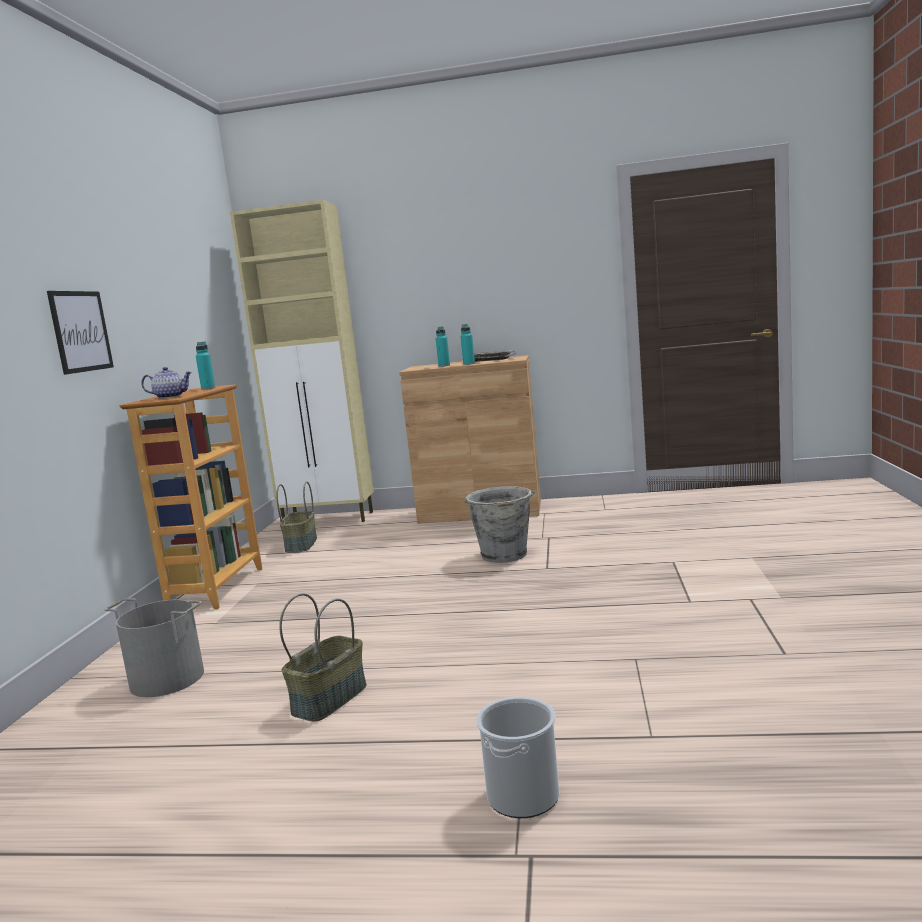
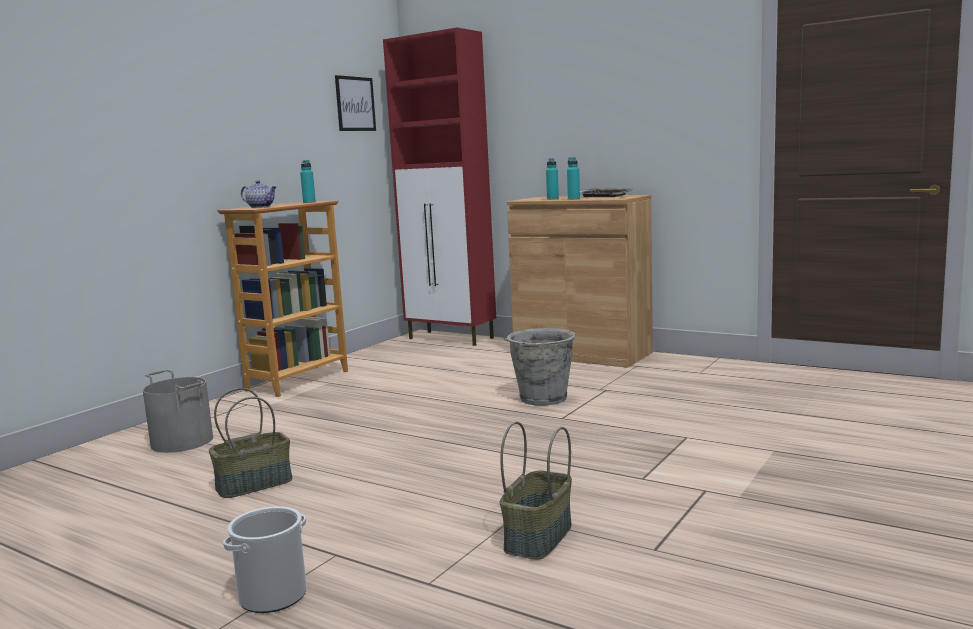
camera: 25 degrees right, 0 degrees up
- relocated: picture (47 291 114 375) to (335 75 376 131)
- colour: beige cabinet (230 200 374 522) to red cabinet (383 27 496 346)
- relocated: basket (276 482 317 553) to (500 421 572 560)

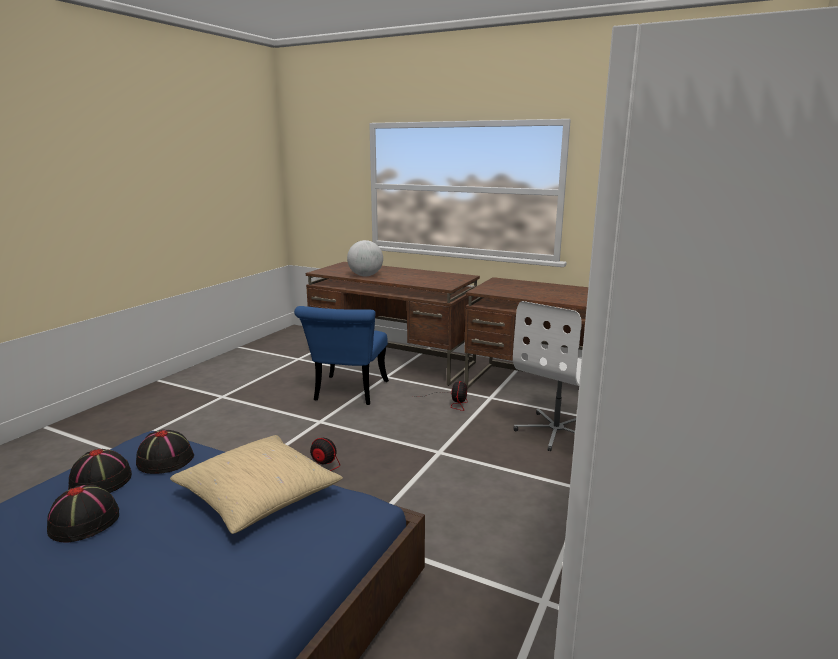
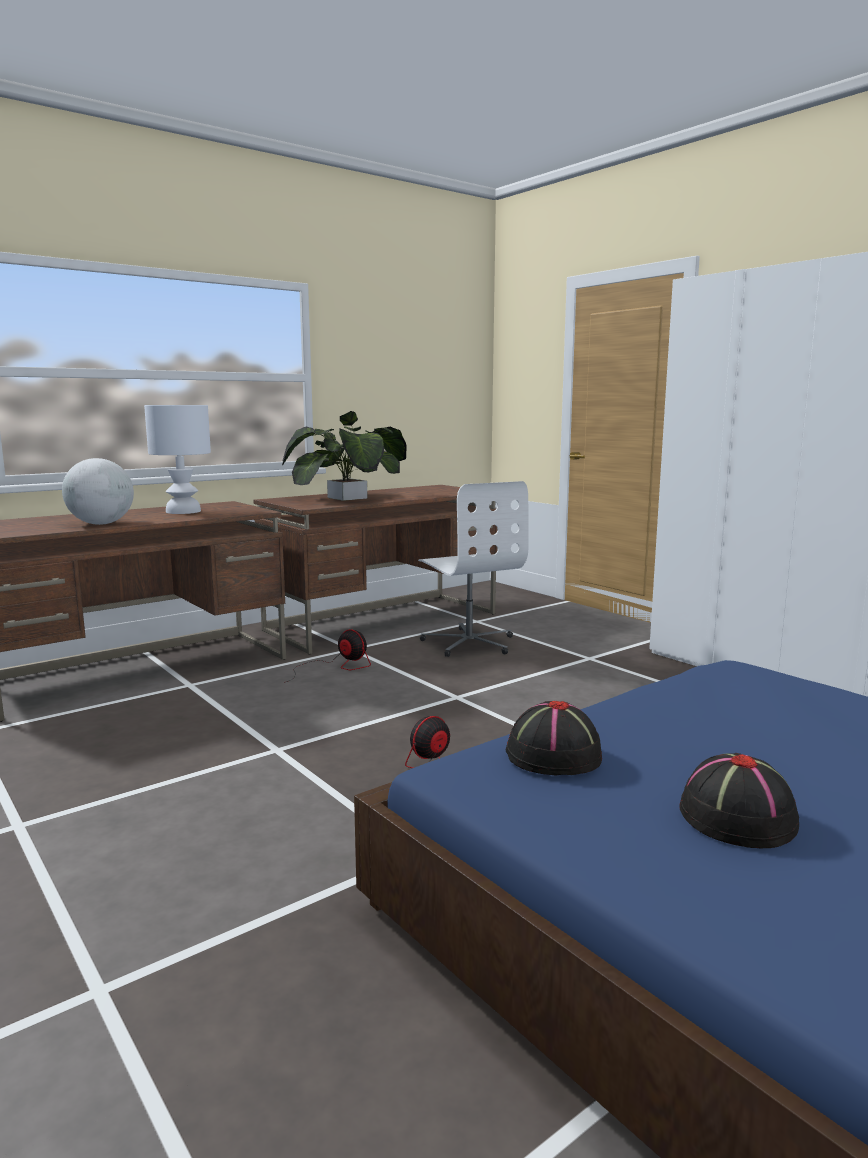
camera: 65 degrees left, 5 degrees down
- missing: black hat (68 449 132 493)
- missing: beige pillow (170 435 343 534)
- missing: blue chair (294 306 389 405)
- appeared: white table lamp (144 405 211 514)
- appeared: potted plant (282 411 407 501)

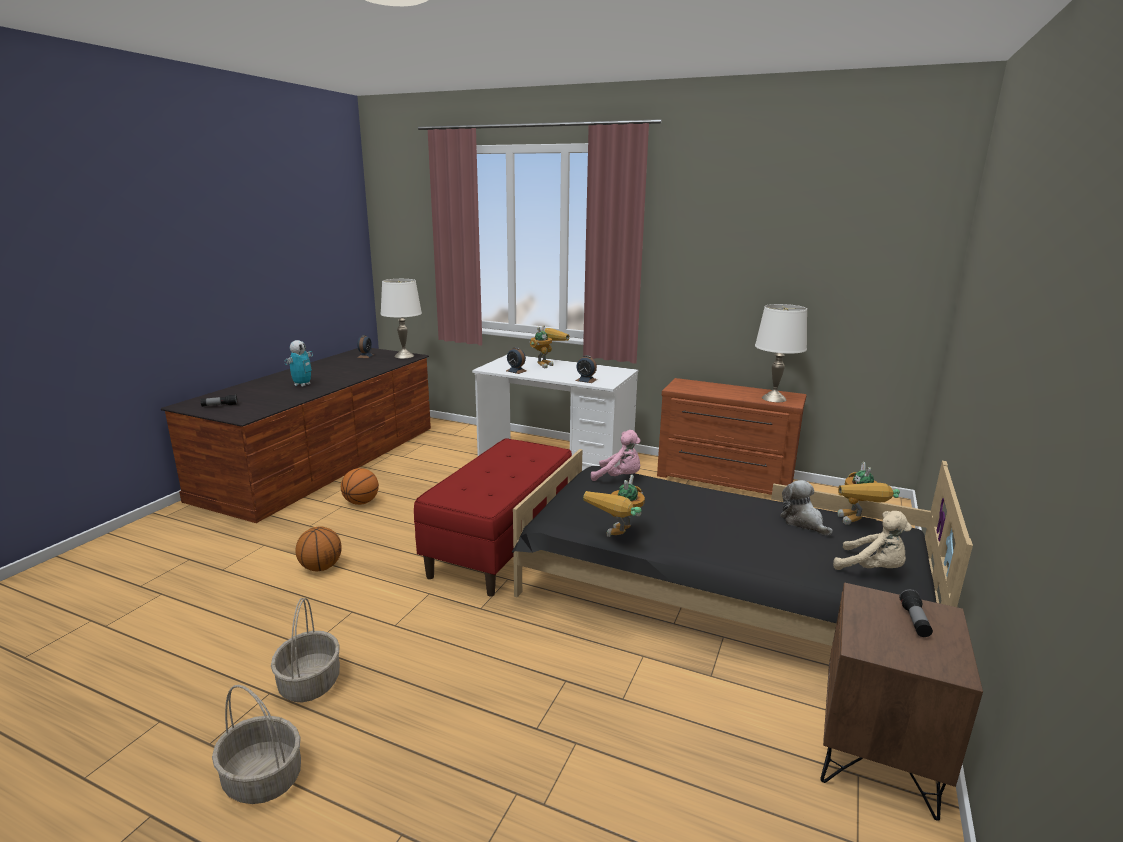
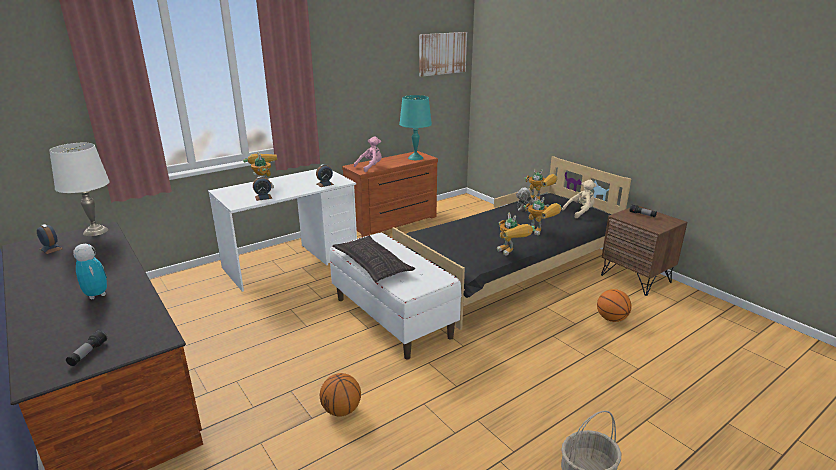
camera: 60 degrees left, 5 degrees up
- missing: basket (271 598 340 702)
- relocated: basketball (341 468 379 505) to (597 289 632 322)
- colour: red bench (414 438 572 597) to white bench (330 232 461 359)
- relocated: pink plush toy (591 430 641 481) to (354 136 382 172)
- colour: white table lamp (755 304 807 402) to turquoise table lamp (399 95 432 160)
- appeared: pillow (333 236 415 283)
- appeared: picture (419 32 467 77)
- appeared: toy robot (524 195 562 235)

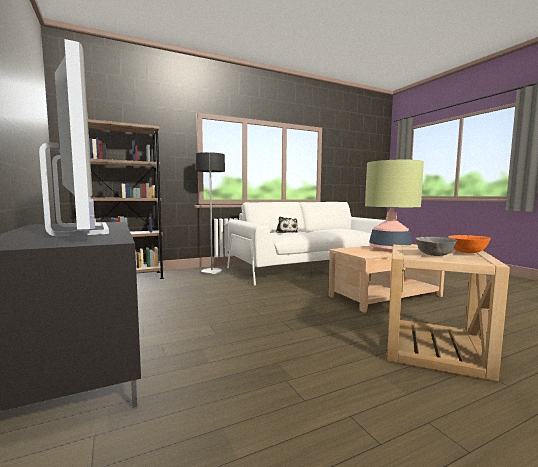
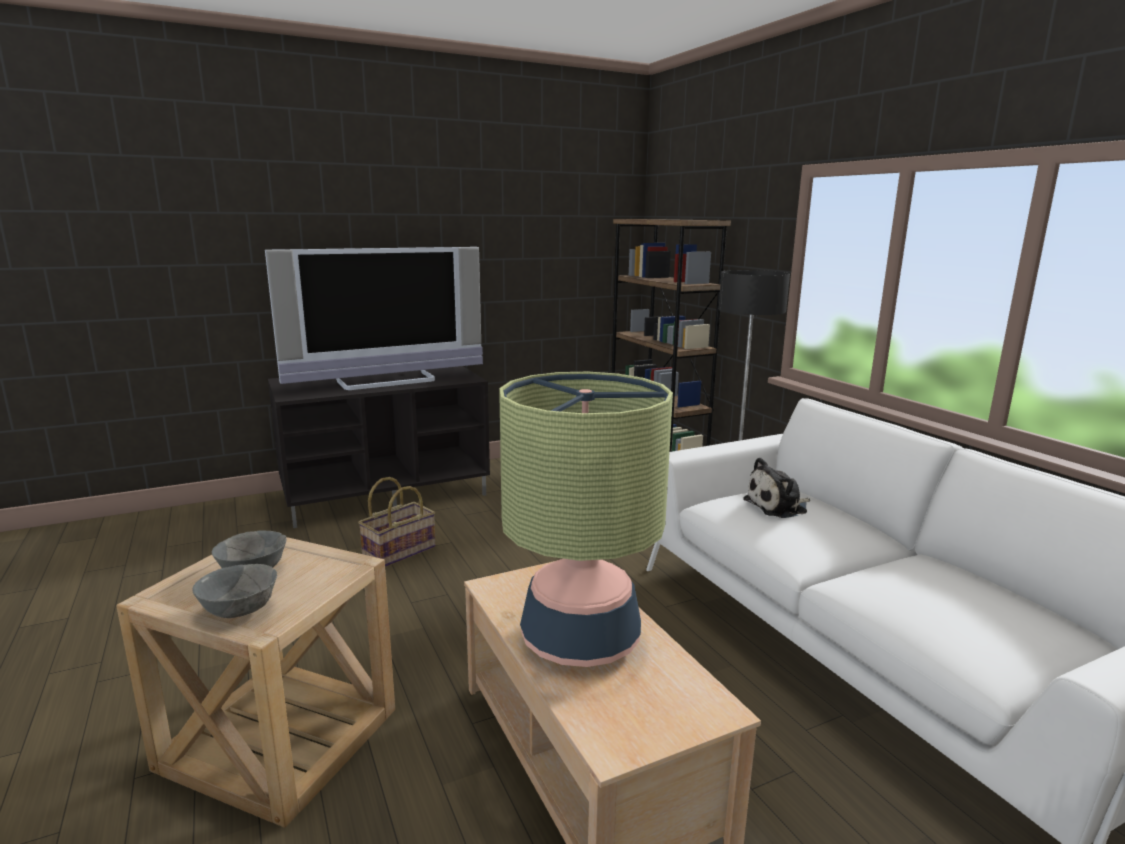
camera: 90 degrees right, 10 degrees up
- colour: orange bowl (448 235 491 253) to grey bowl (192 564 277 618)
- appeared: basket (358 477 436 567)

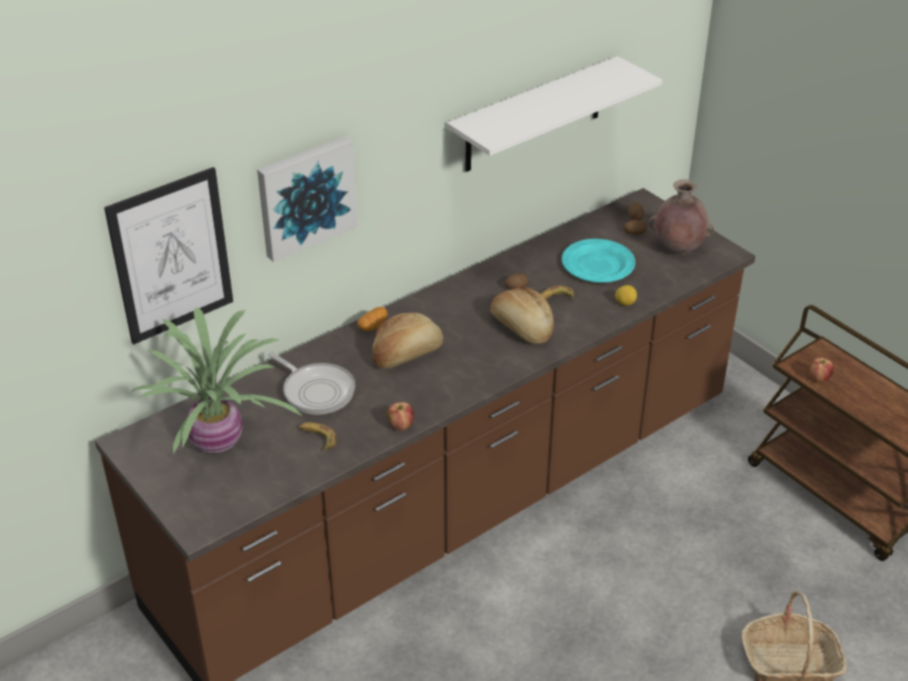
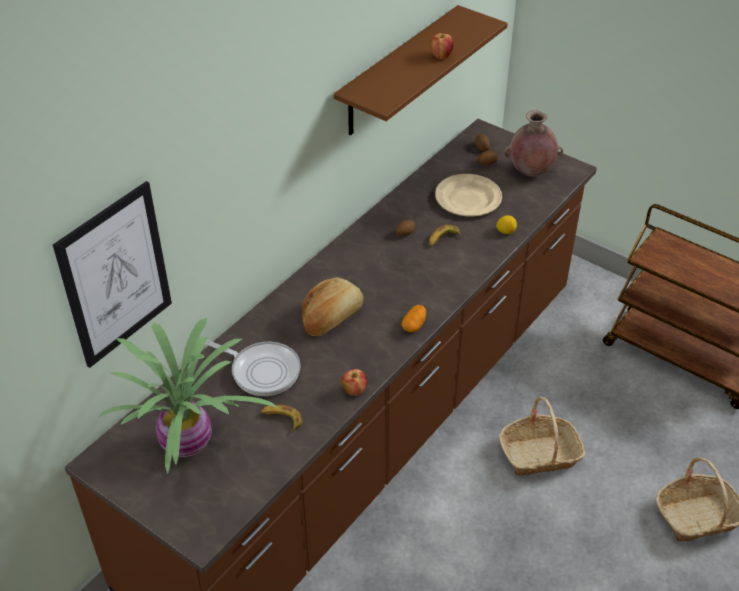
camera: 15 degrees left, 5 degrees up
- missing: picture (257 136 357 262)
- relocated: potato (357 307 388 331) to (402 305 426 332)
- colour: white shelf (447 56 662 172) to brown shelf (334 5 508 135)
- missing: bread (490 287 554 344)
- colour: turquoise plate (562 239 635 283) to beige plate (435 174 502 216)
- relocated: apple (809 357 834 383) to (430 33 454 59)
- appeared: basket (499 397 586 476)

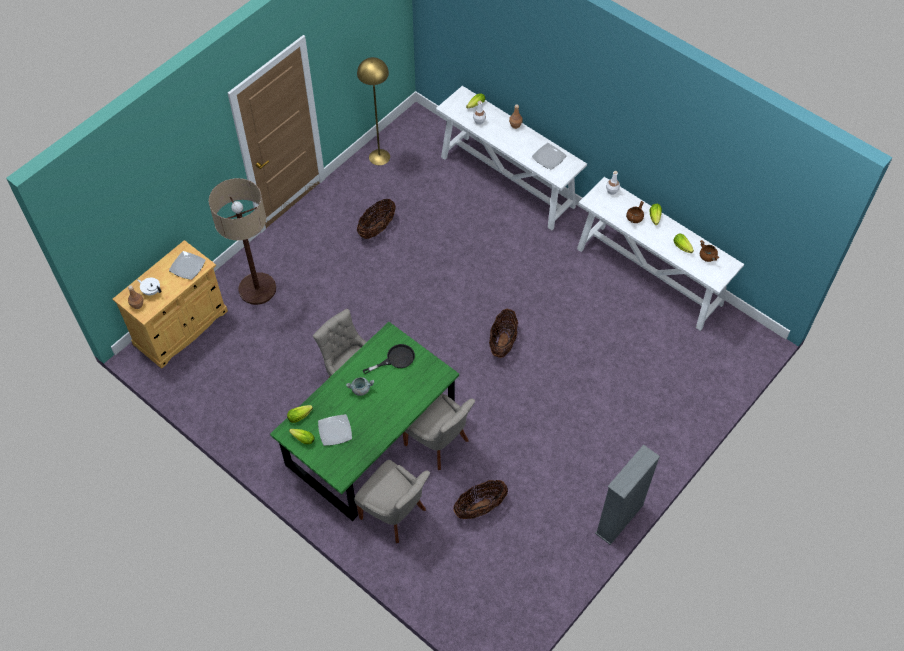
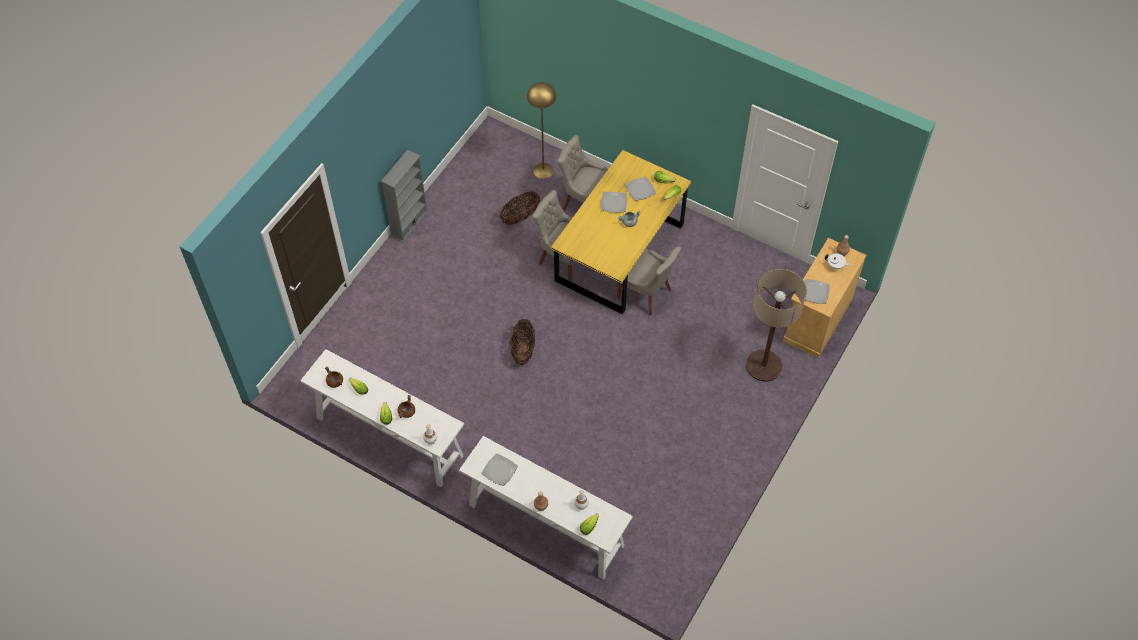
camera: 170 degrees right, 0 degrees up
- colour: green dining table (270 322 459 521) to yellow dining table (551 150 691 314)
- relocated: yellow floor lamp (357 57 390 165) to (527 82 556 179)
- missing: basket (357 199 396 239)
- missing: black frying pan (363 344 415 374)
- appeared: plate (601 192 627 213)

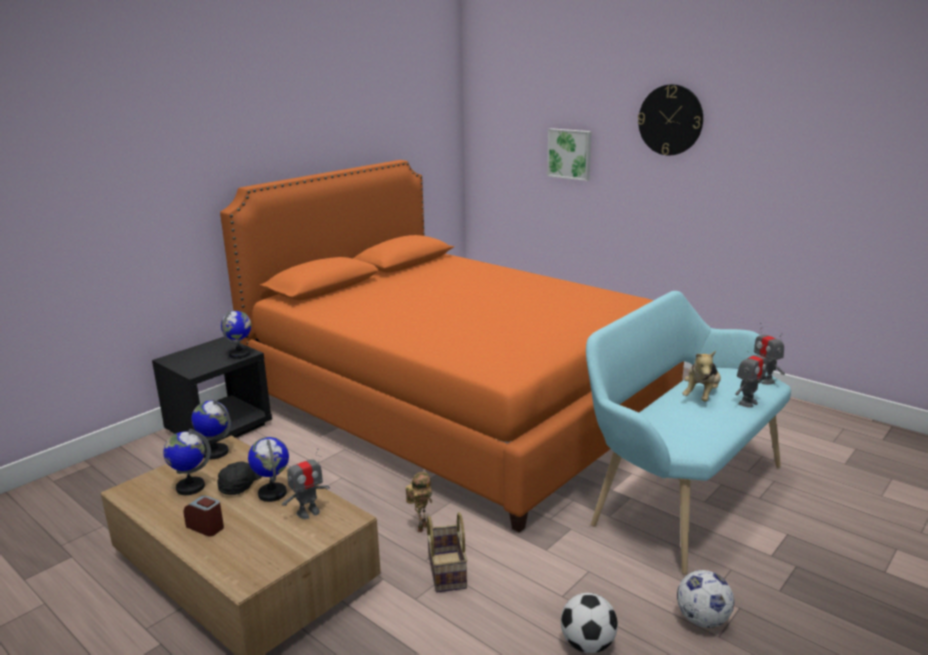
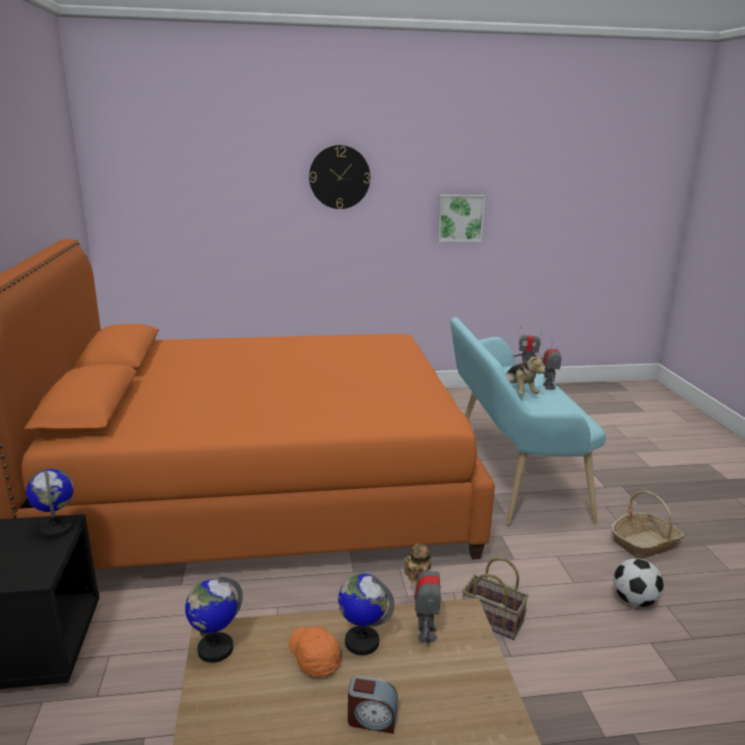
camera: 50 degrees left, 0 degrees up
- missing: globe (163 429 211 495)
- spun: alarm clock (184 495 224 536) = (348 675 398 734) 150 degrees counterclockwise
- colour: black cap (217 461 262 495) to orange cap (289 627 340 677)
- relocated: picture (547 128 592 181) to (437 195 485 242)
- exchanged: football (677 570 734 628) to basket (611 490 685 559)

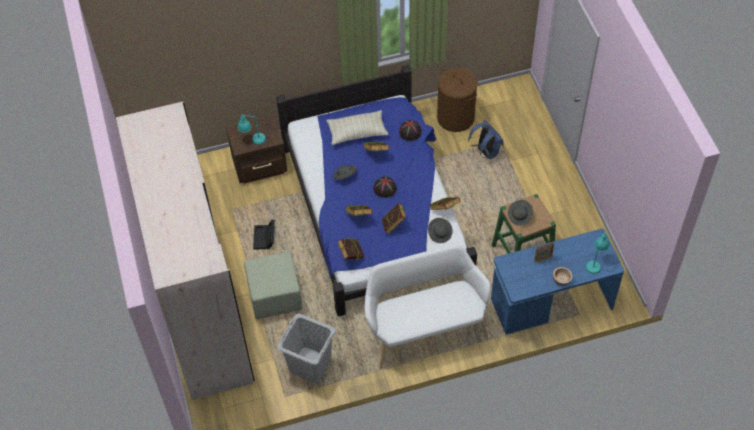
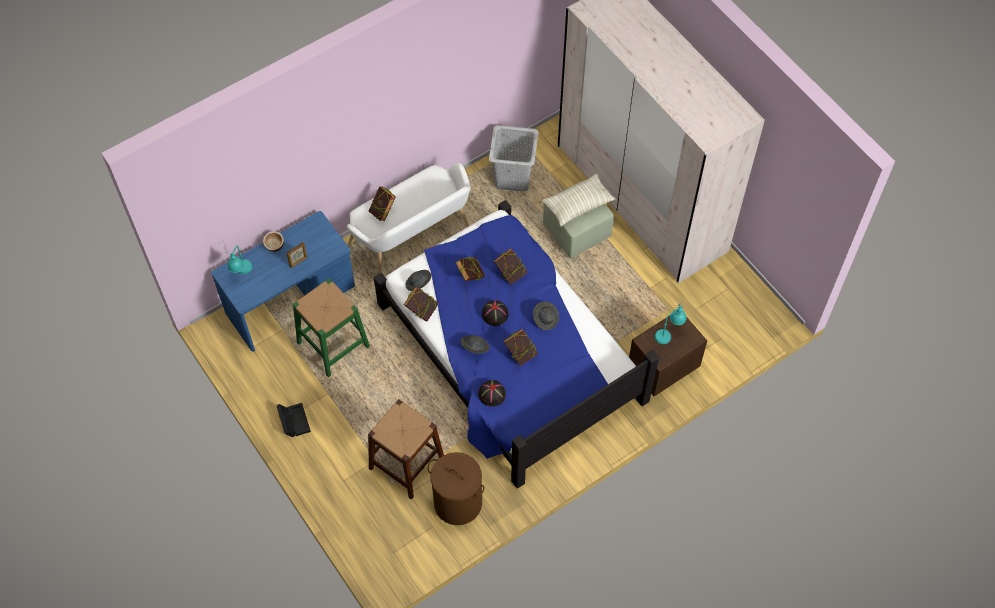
camera: 160 degrees right, 5 degrees up
- relocated: black storage box (253 219 275 250) to (277 403 311 437)
- relocated: pillow (326 110 389 145) to (542 174 615 226)
- relocated: book (338 238 365 260) to (369 186 396 222)
- exchanged: blue backpack (468 120 503 159) to brown stool (368 399 444 500)
- relocated: grey hat (508 200 533 226) to (461 335 490 354)

